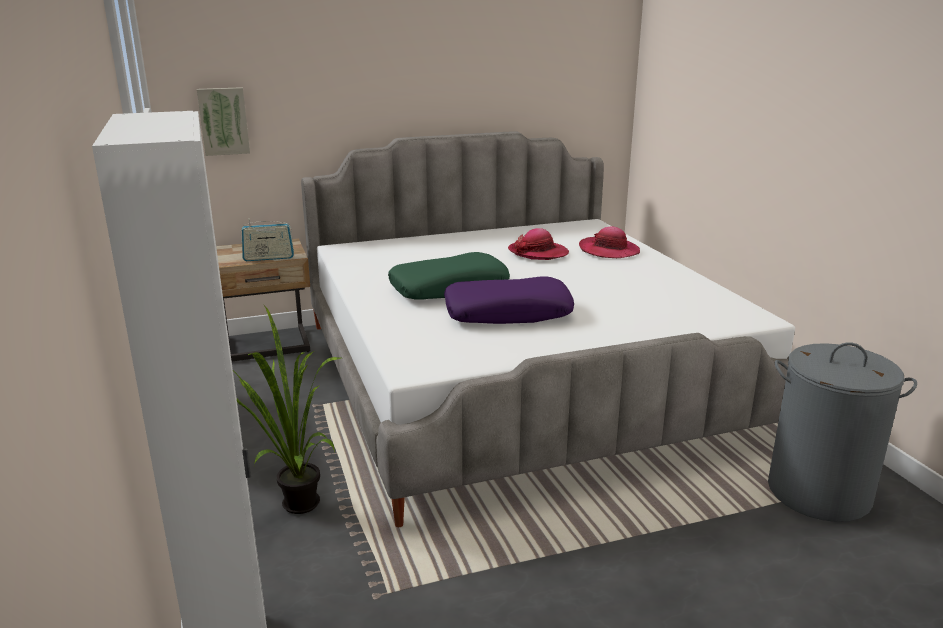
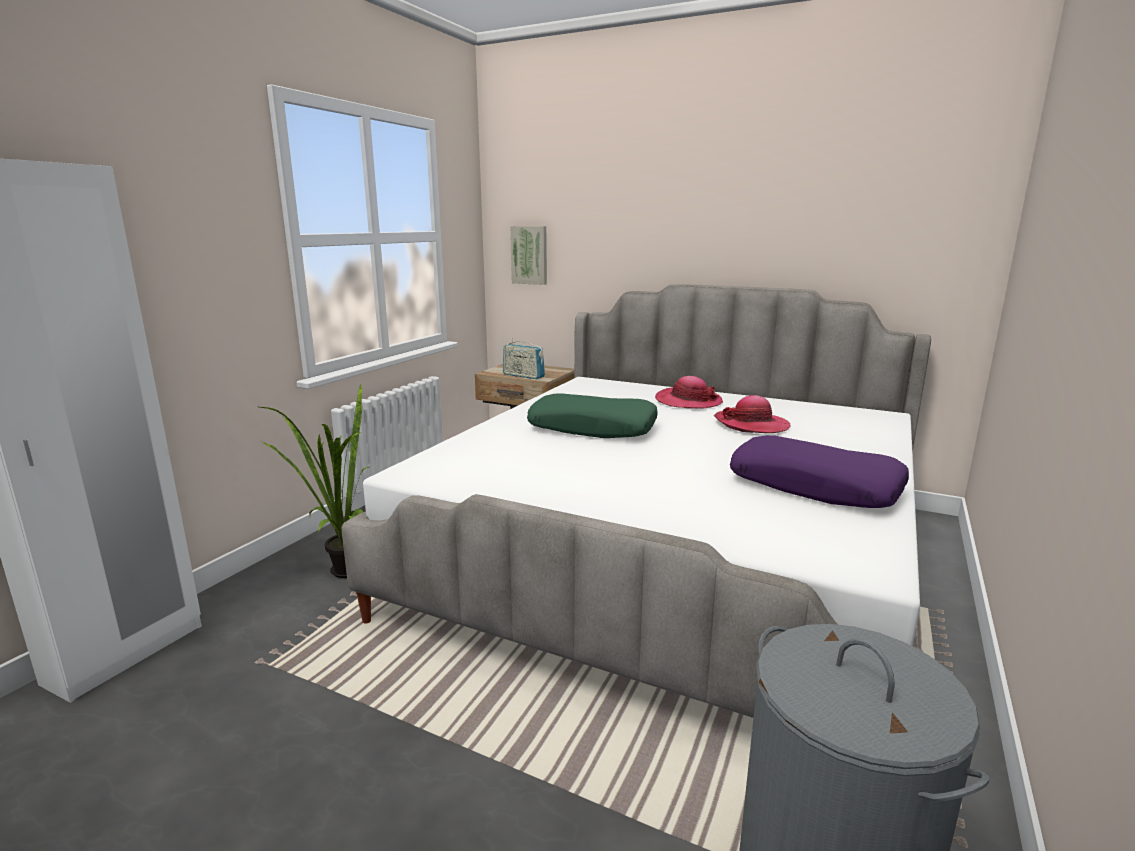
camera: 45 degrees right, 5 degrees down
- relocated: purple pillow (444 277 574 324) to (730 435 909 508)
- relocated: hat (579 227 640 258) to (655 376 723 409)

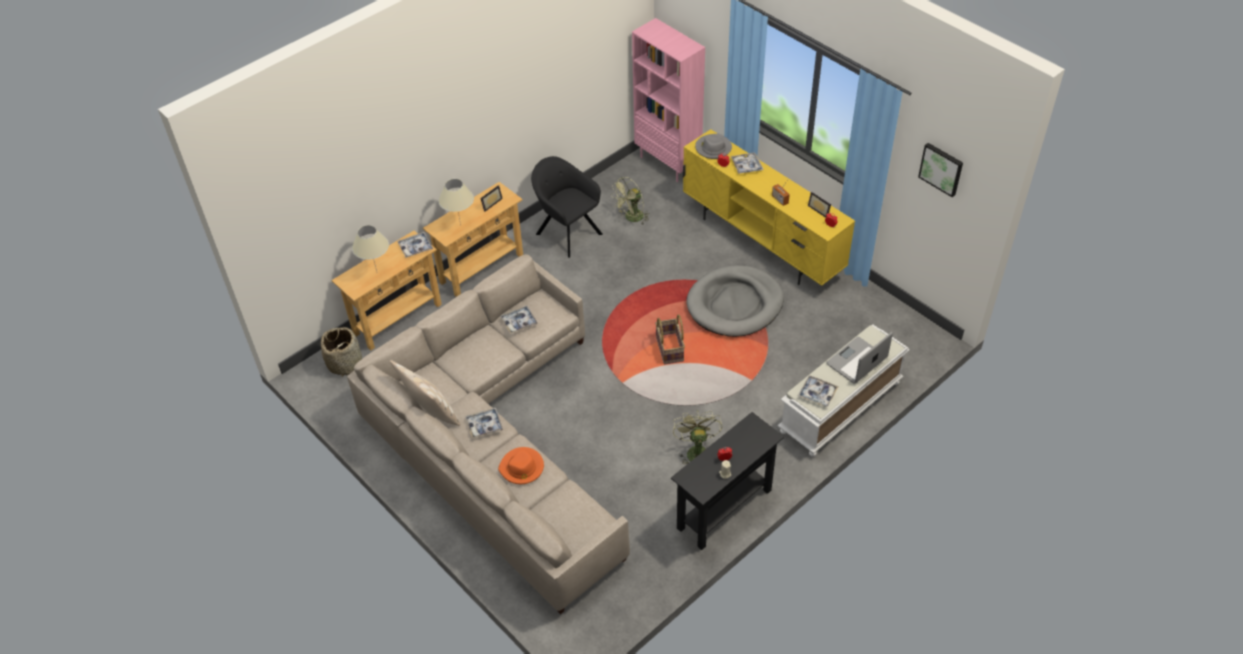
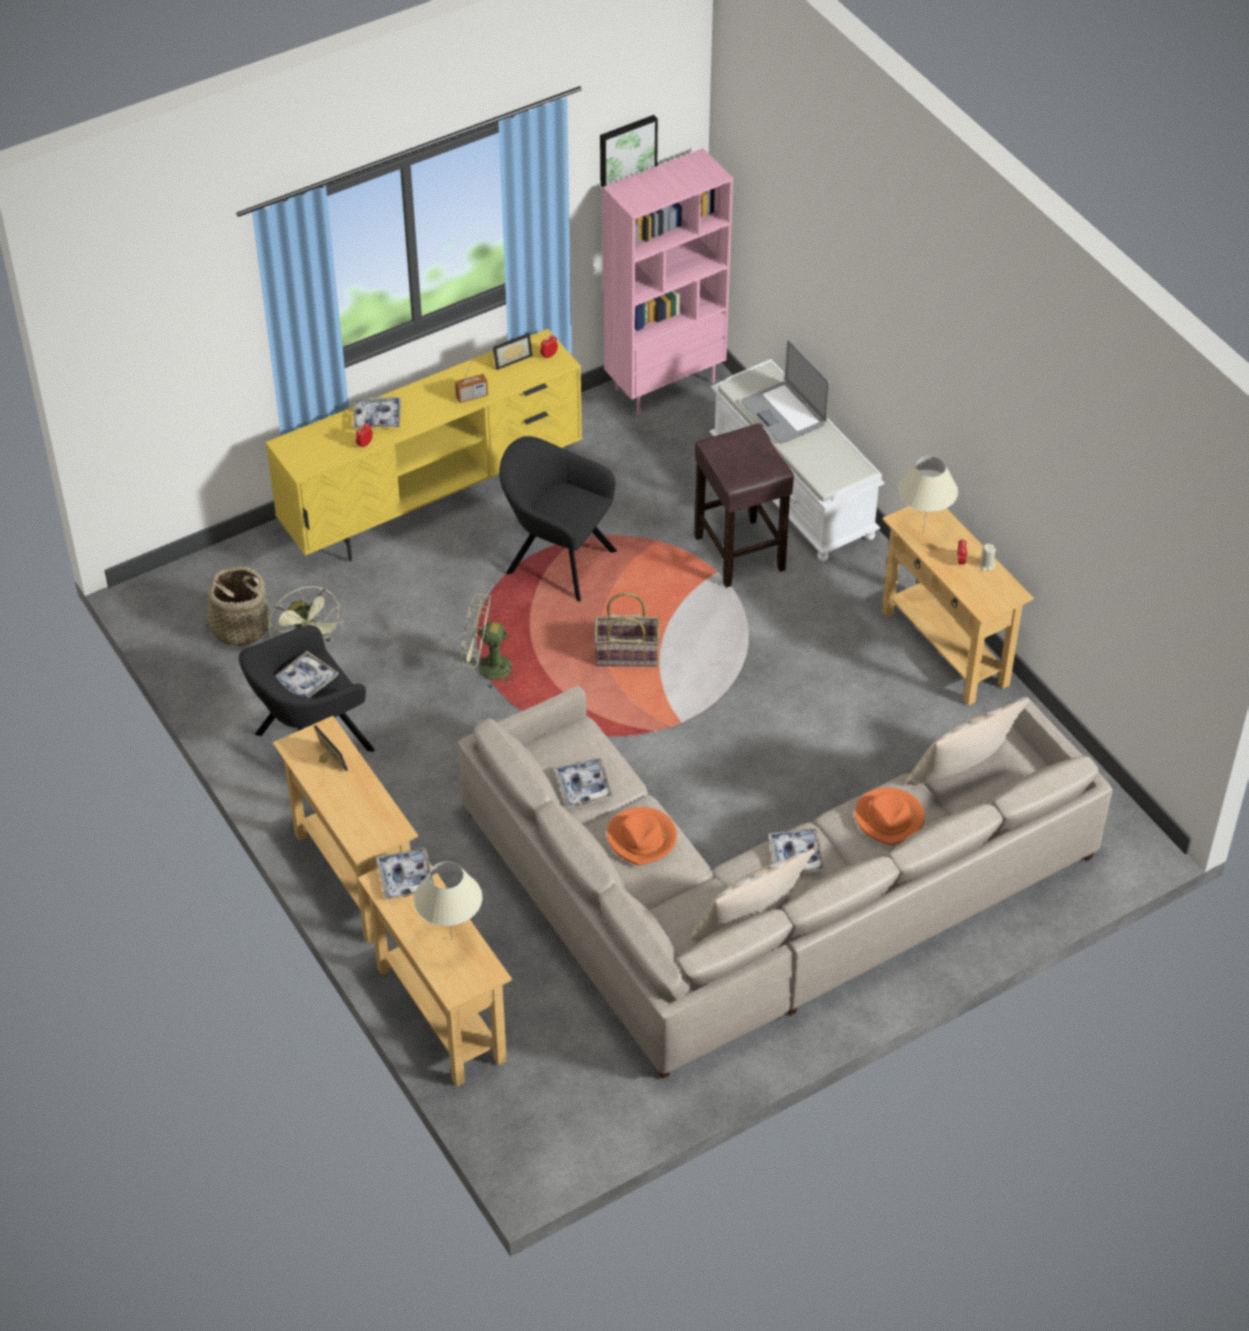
camera: 80 degrees left, 0 degrees up
- relocated: basket (321 327 362 377) to (196 567 276 646)
- relocated: beige table lamp (438 179 474 226) to (898 456 958 533)
- relocated: pink bookcase (632 18 705 182) to (603 148 733 415)
- colour: black console table (671 412 784 550) to beige console table (882 506 1034 706)
- relocated: green fan (673 410 722 464) to (461 594 516 689)
- exchanged: grey dog bed (686 265 784 337) to black armchair (499 436 617 602)
- missing: grey hat (695 134 732 159)
- relocated: tray (798 375 838 407) to (276 651 339 698)
- appeared: orange hat (607 807 677 865)
- appeared: brown stool (694 424 794 588)
- appeared: beige pillow (906 698 1029 785)

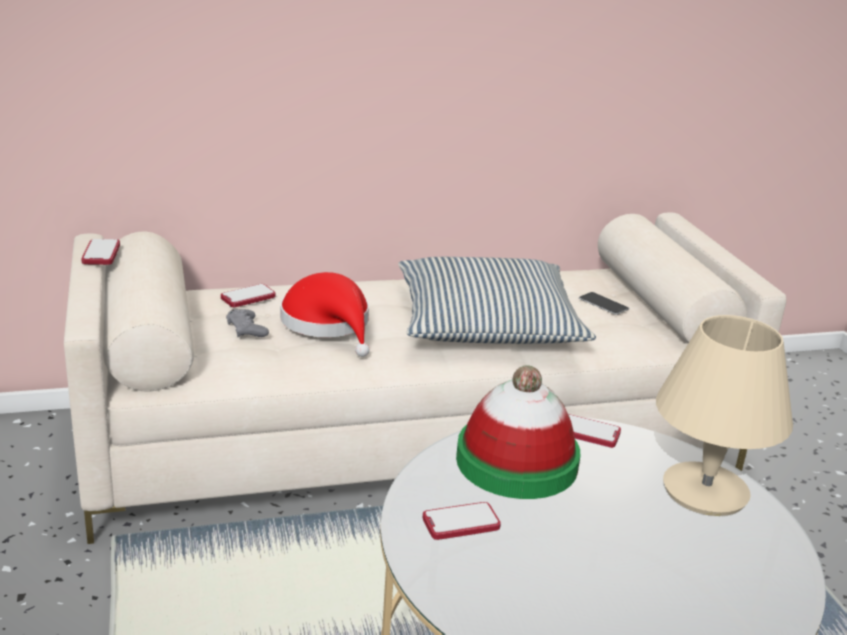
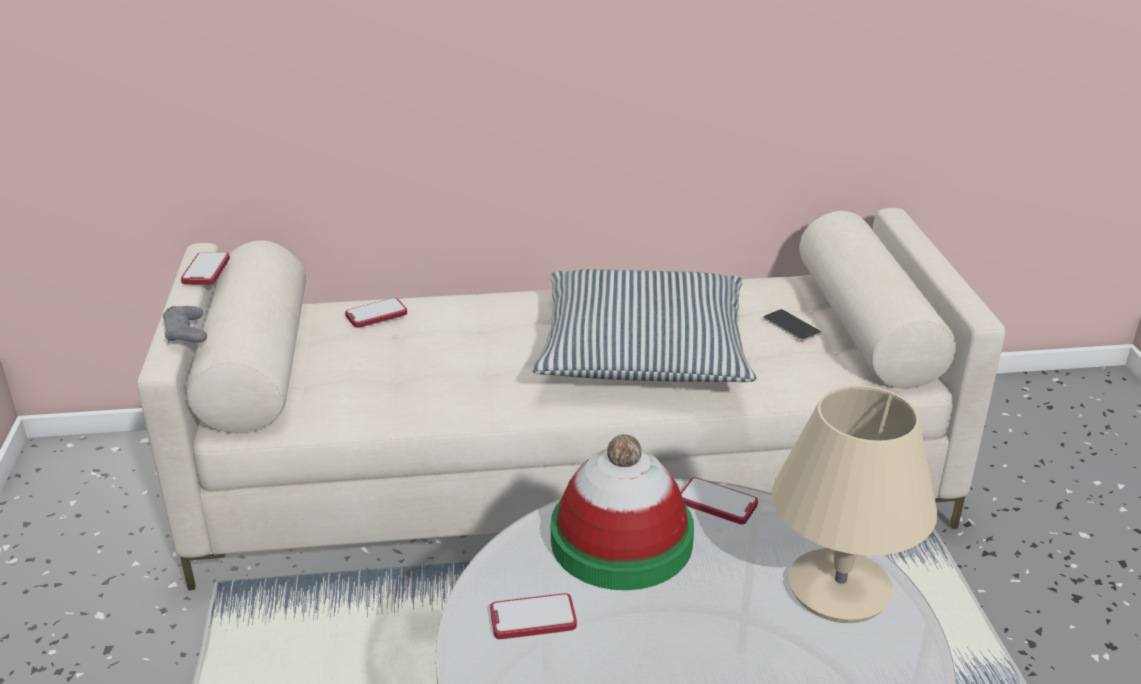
camera: 10 degrees right, 5 degrees up
- relocated: grey game controller (226 309 269 337) to (163 306 207 343)
- missing: red hat (280 272 369 357)

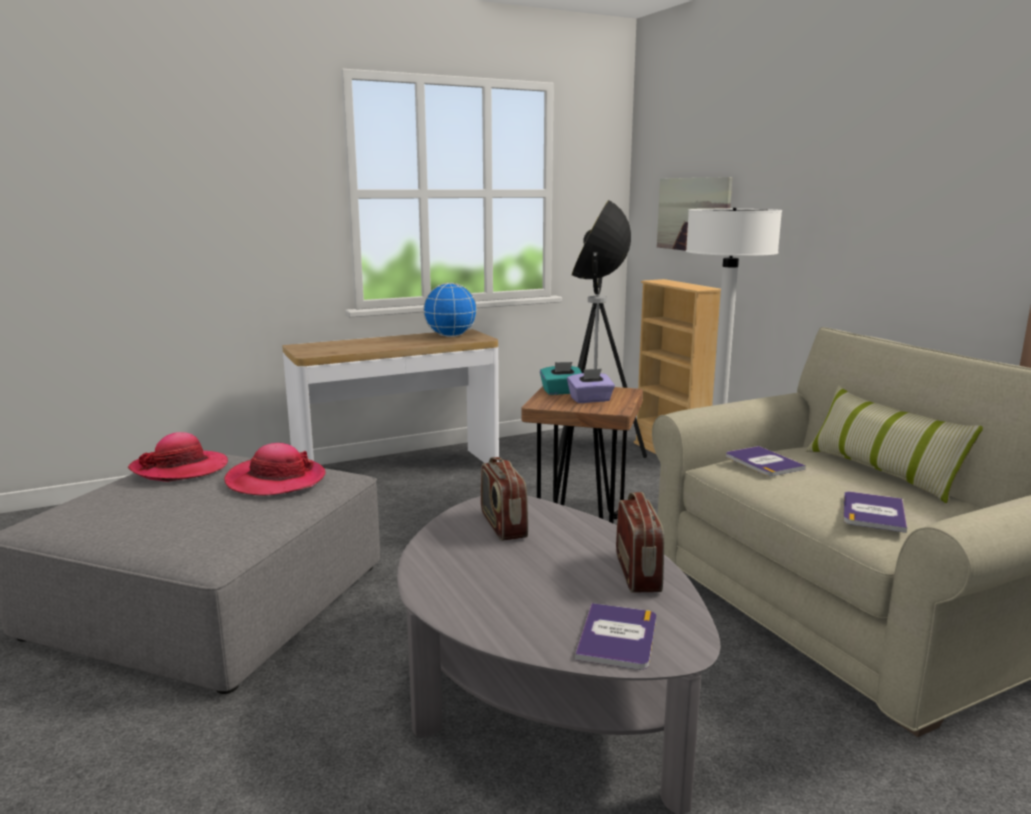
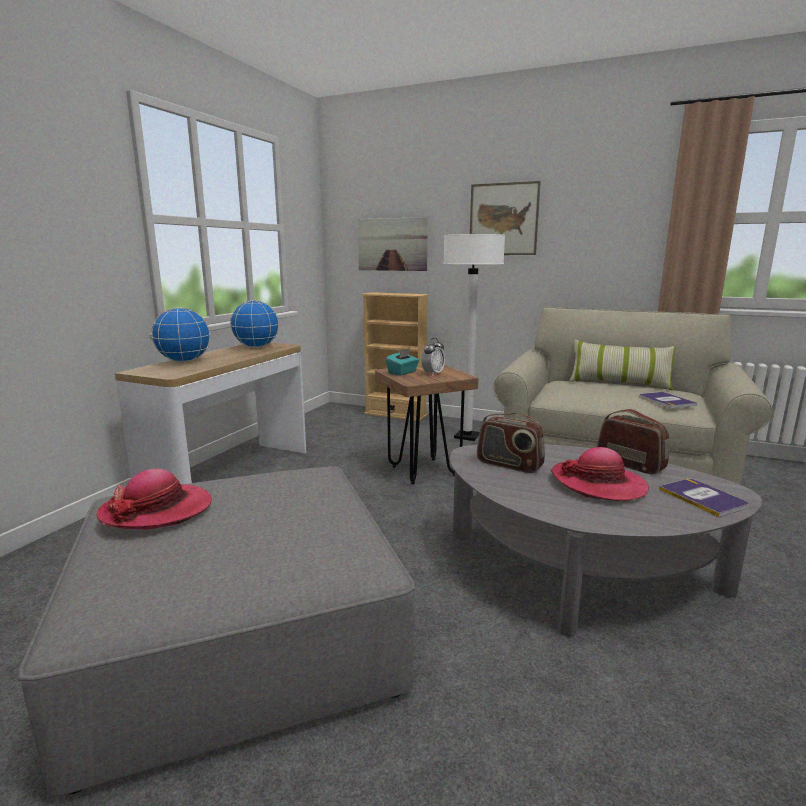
camera: 40 degrees left, 0 degrees up
- relocated: hat (224 443 325 496) to (550 447 649 501)
- missing: floor lamp (558 200 647 465)
- exchanged: purple tissue box (567 369 615 403) to alarm clock (421 338 445 376)
- missing: book (726 446 806 476)
- appeared: globe (151 307 210 362)
- appeared: picture (470 181 541 255)

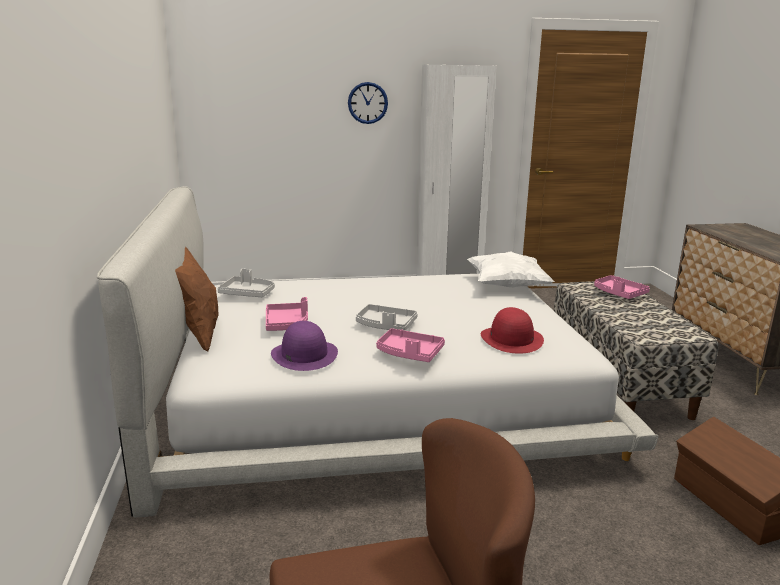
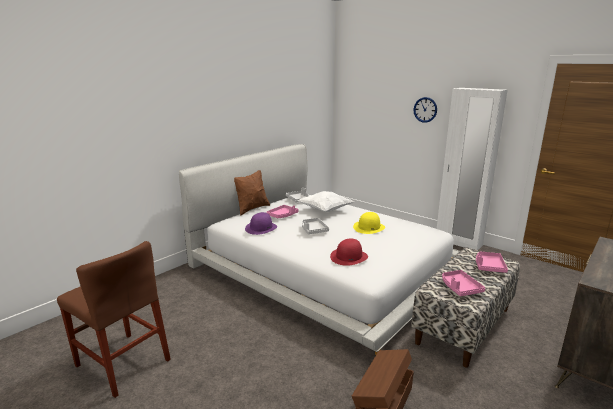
camera: 50 degrees right, 0 degrees up
- relocated: pink tray (376 328 445 362) to (442 270 485 296)
- relocated: white pillow (467 251 554 287) to (298 191 354 212)
- appeared: yellow hat (353 212 385 234)

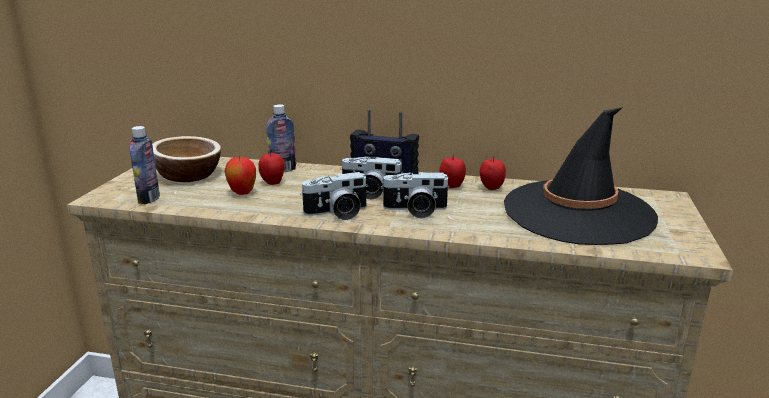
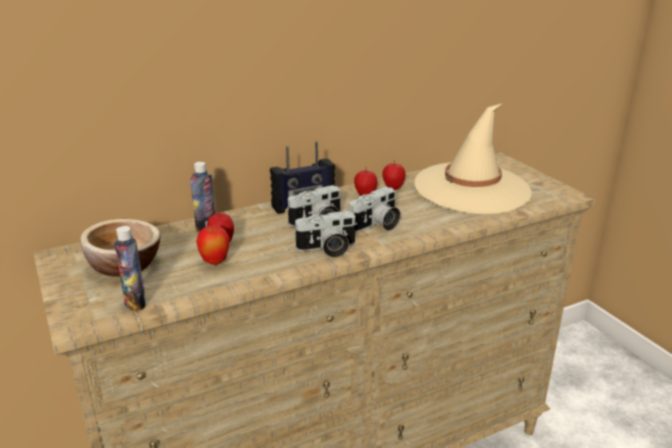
camera: 40 degrees left, 5 degrees up
- spun: photo camera (300 172 368 220) = (293 211 357 257) 45 degrees clockwise
- colour: black hat (504 107 658 245) to beige hat (415 104 532 214)

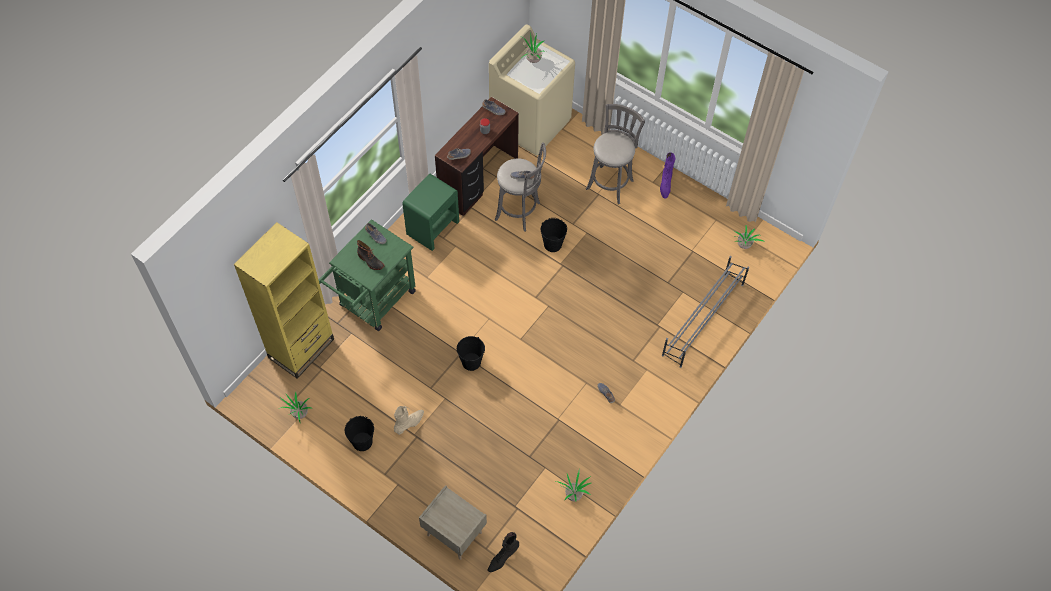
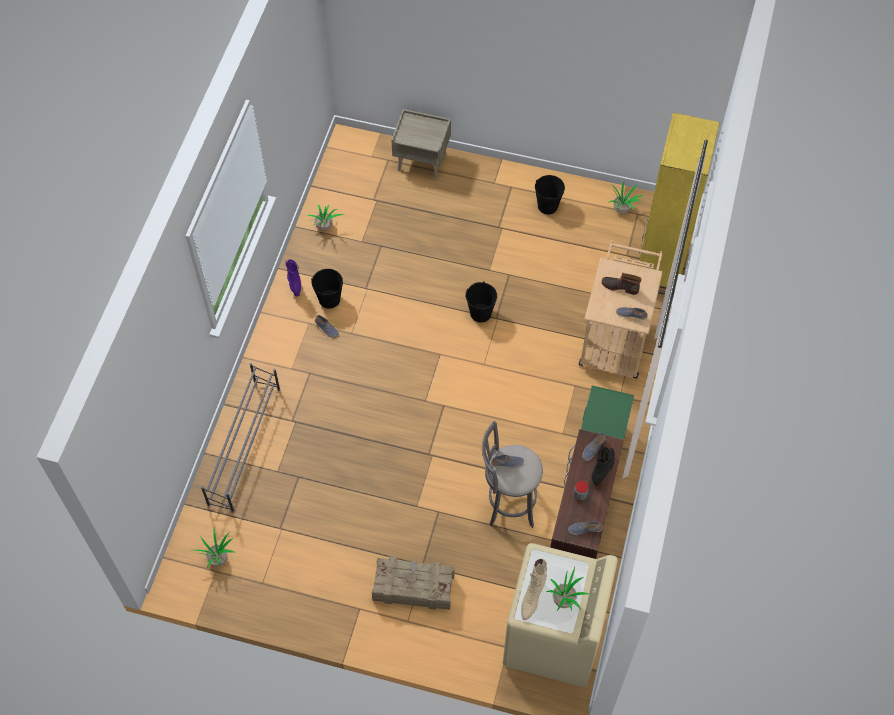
camera: 160 degrees right, 0 degrees up
- colour: green cart (319 219 416 331) to beige cart (579 240 663 379)
- relocated: beige boot (394 406 424 435) to (521 559 547 620)
- relocated: black boot (487 532 519 572) to (592 446 614 486)
- relocated: black bucket (541 218 567 252) to (311 269 343 309)
- exchanged: grey stool (586 104 645 204) to crate (372 556 454 610)
- relocated: purple boot (660 152 676 199) to (286 259 301 297)

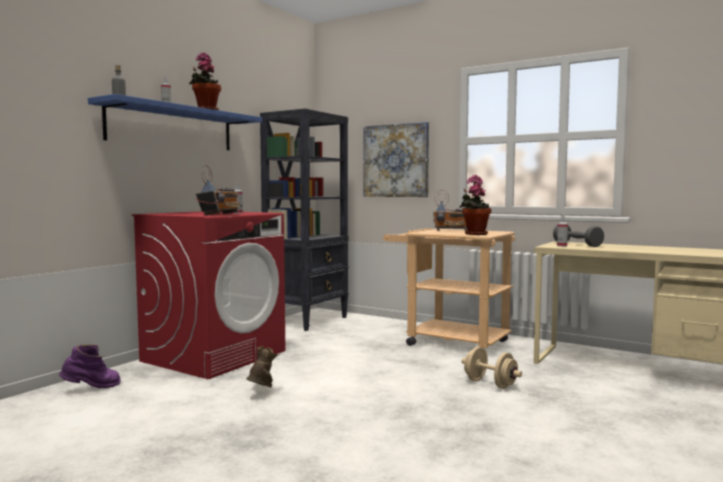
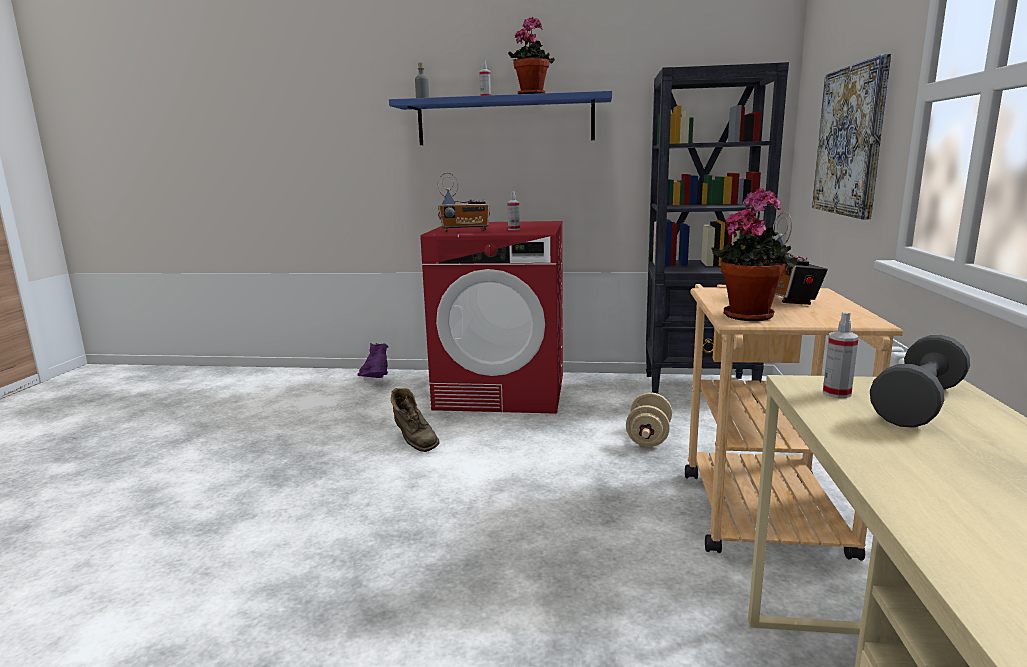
camera: 65 degrees right, 10 degrees up
- spun: purple boot (59 344 121 388) = (357 343 388 378) 150 degrees counterclockwise
- spun: brown boot (246 346 280 388) = (391 388 440 452) 75 degrees clockwise
- relocated: beige dumbbell (462 347 522 389) to (626 392 672 447)

